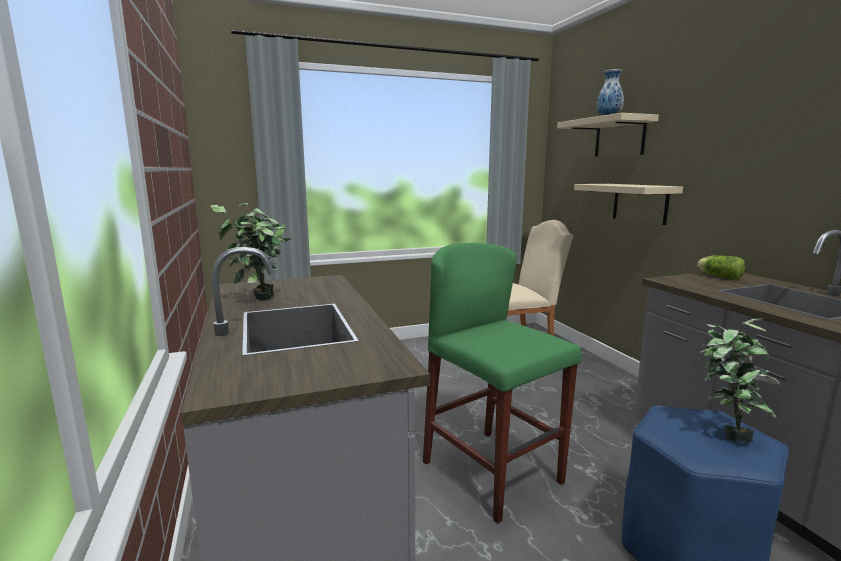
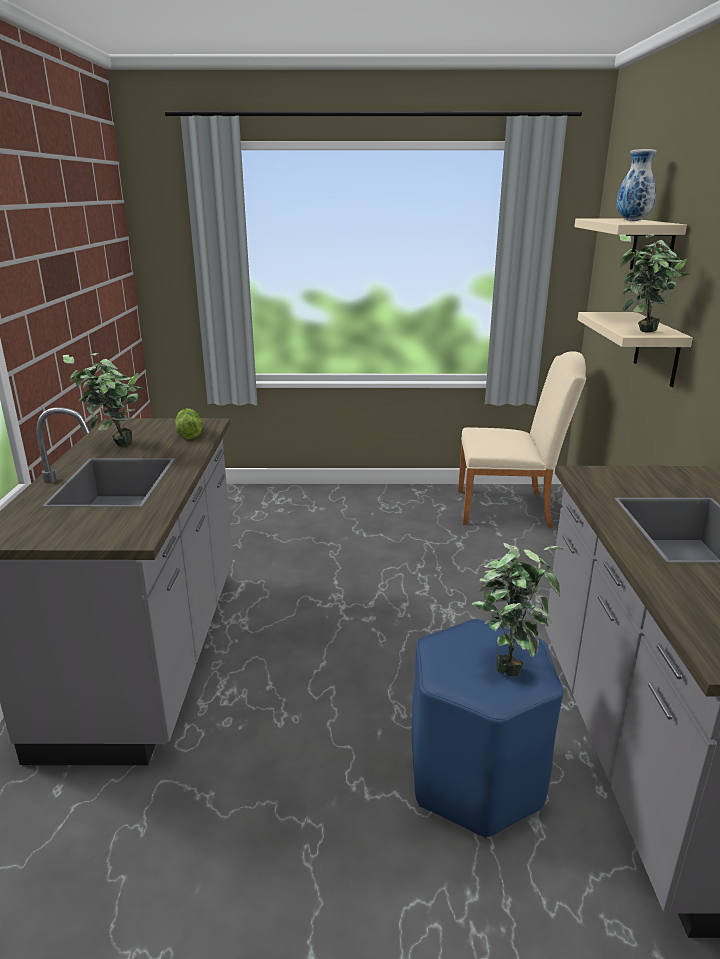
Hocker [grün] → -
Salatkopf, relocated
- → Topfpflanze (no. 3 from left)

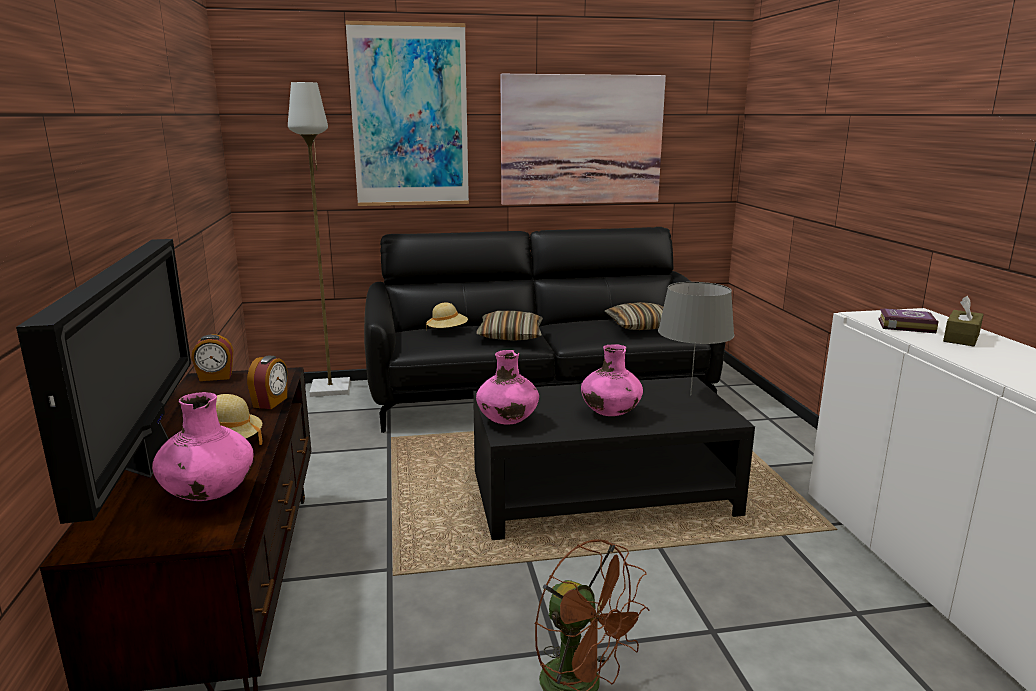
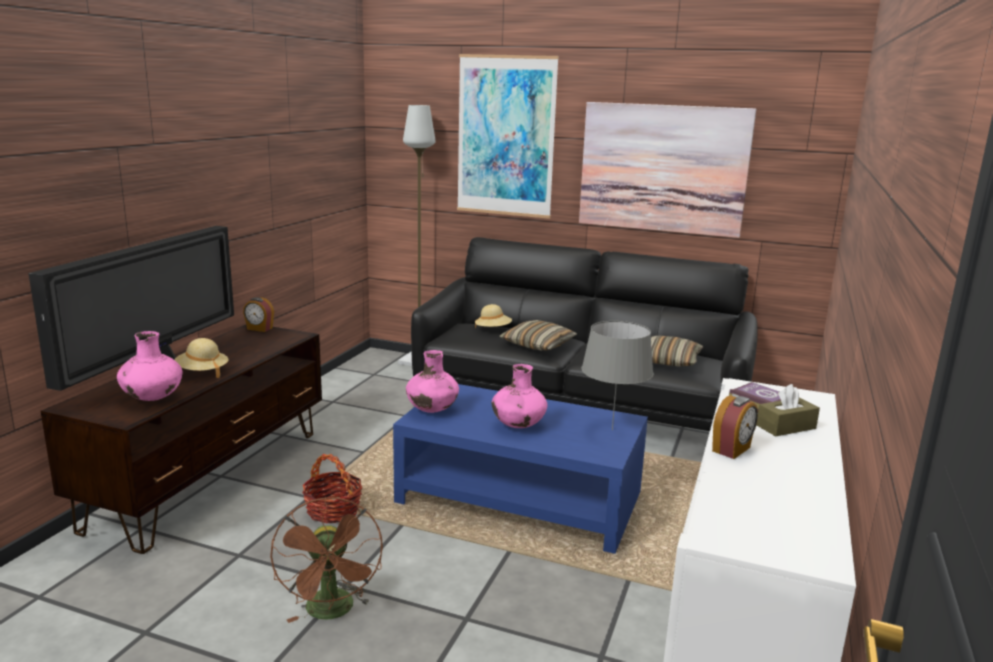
Wecker (no. 2 from left), relocated
Couchtisch [schwarz] → Couchtisch [blau]
- → Korb

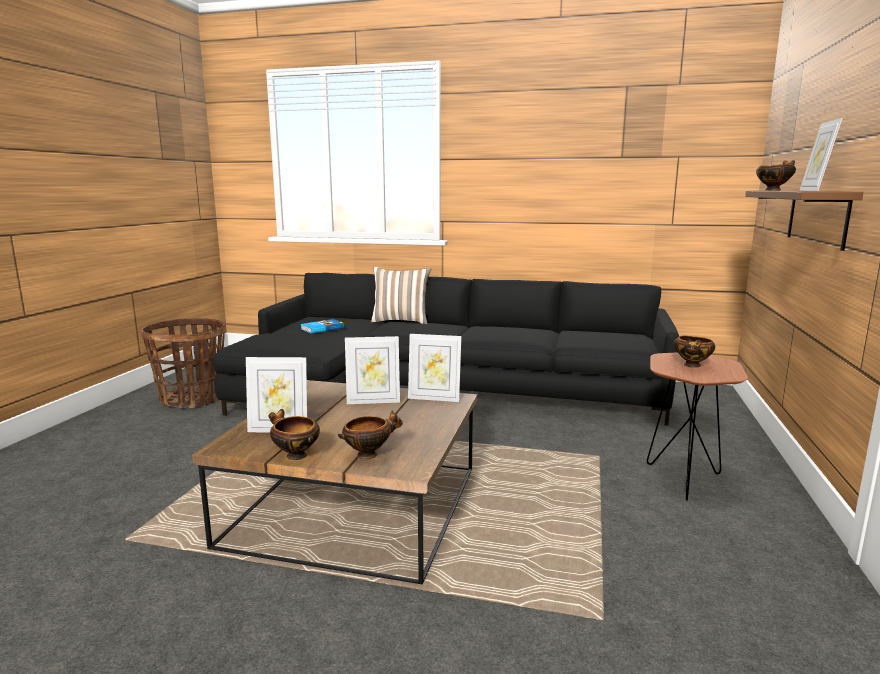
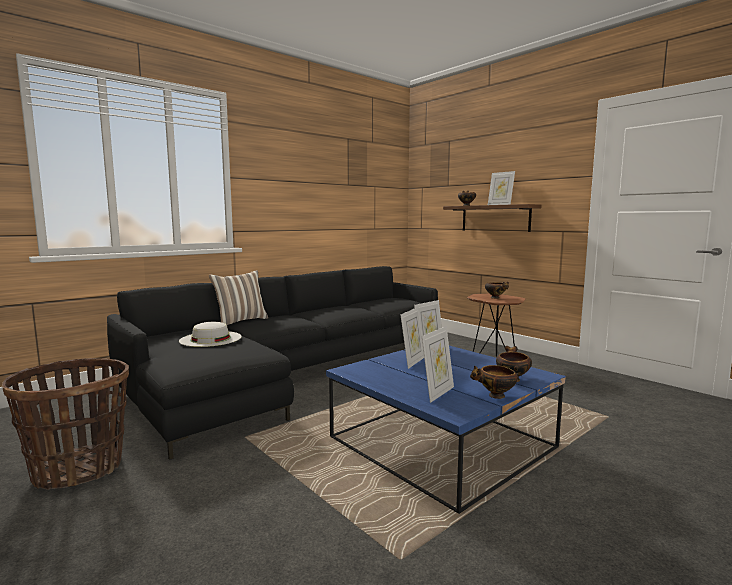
Buch → Hut [weiß]
Couchtisch [braun] → Couchtisch [blau]

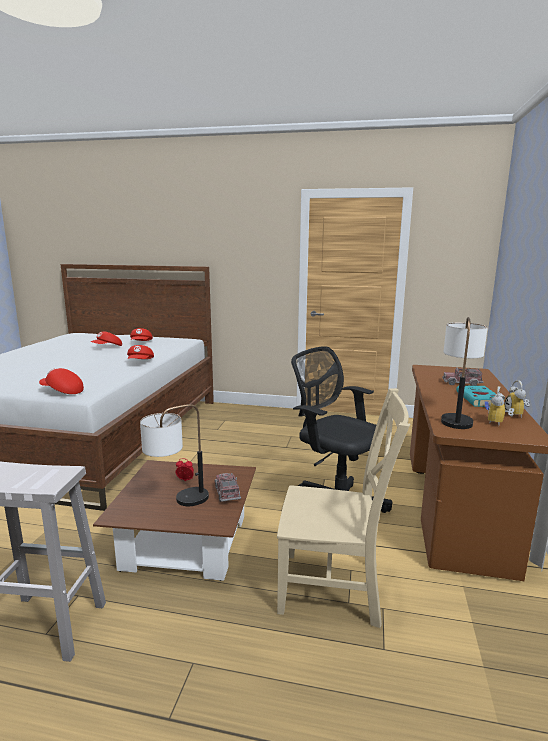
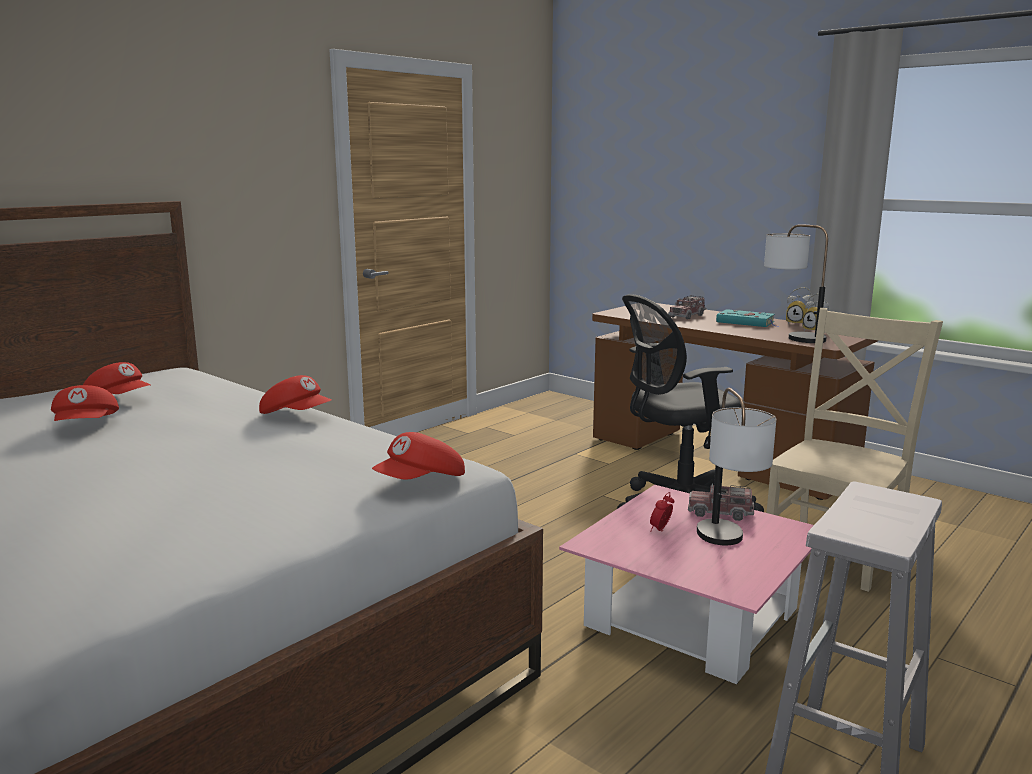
Couchtisch [braun] → Couchtisch [rosa]

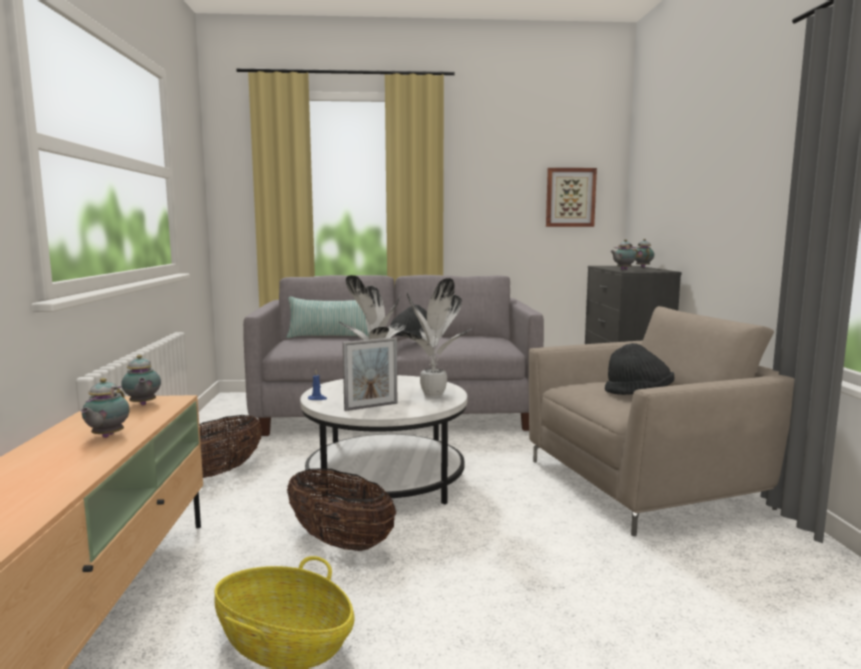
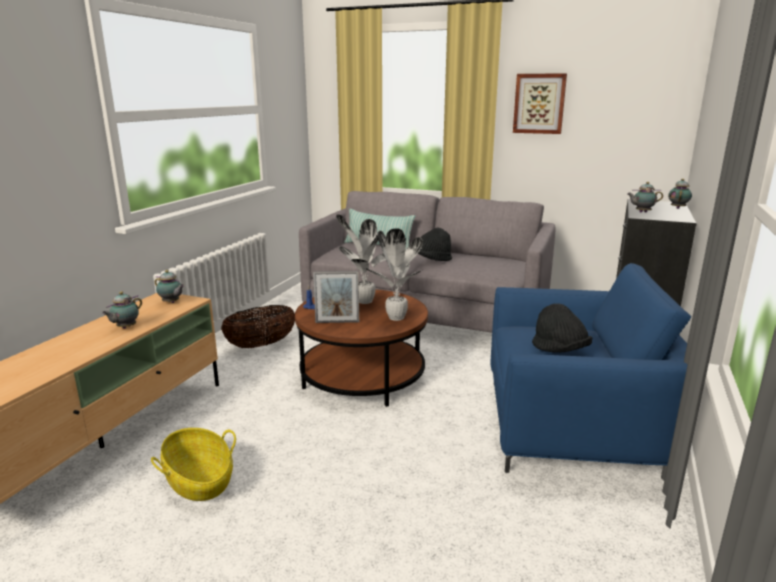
Bild, relocated
Sessel [beige] → Sessel [blau]
Teekanne (no. 2 from left), 60 degrees counterclockwise
Couchtisch [weiß] → Couchtisch [braun]
Korb (no. 3 from left) → -

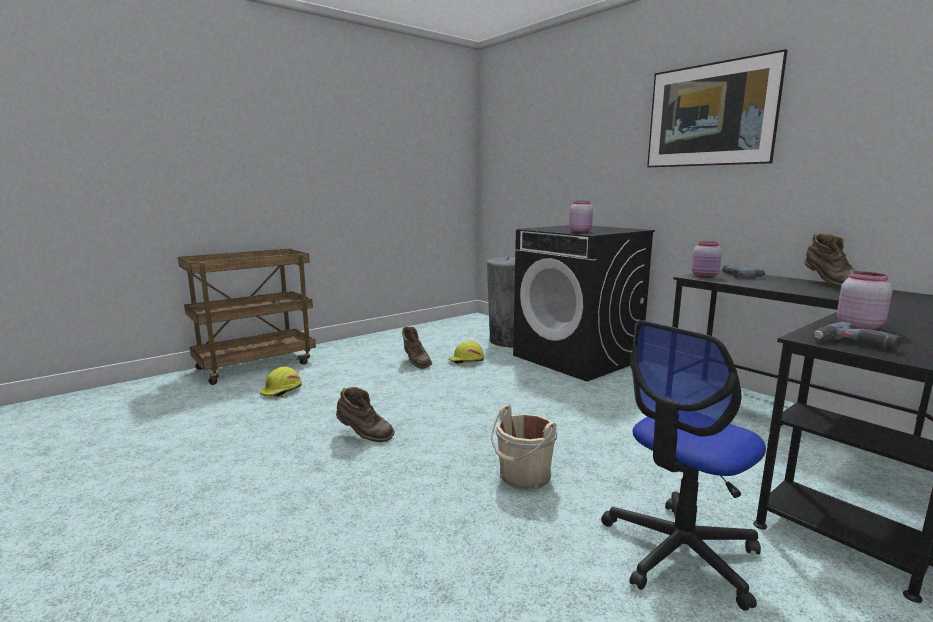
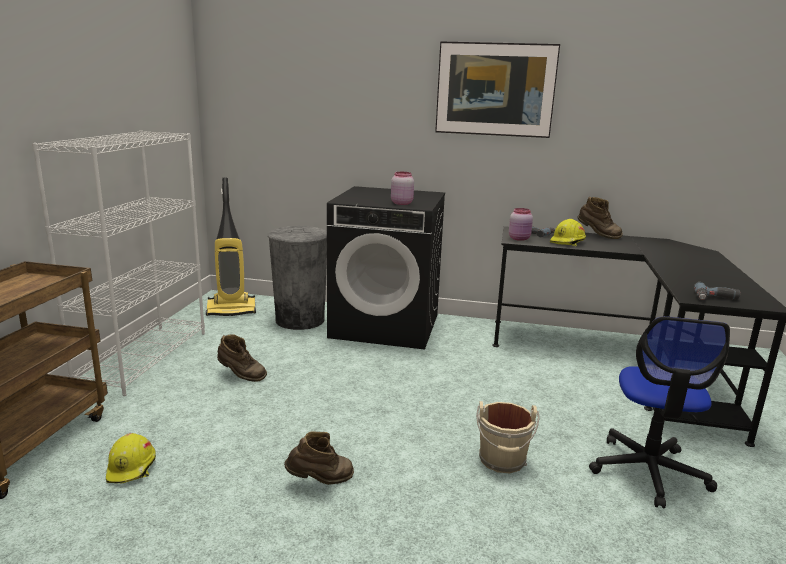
Vorratsglas [rosa] (no. 3 from left) → -
Schutzhelm [gelb] (no. 2 from left), relocated
- → Bücherregal [weiß]
- → Staubsauger

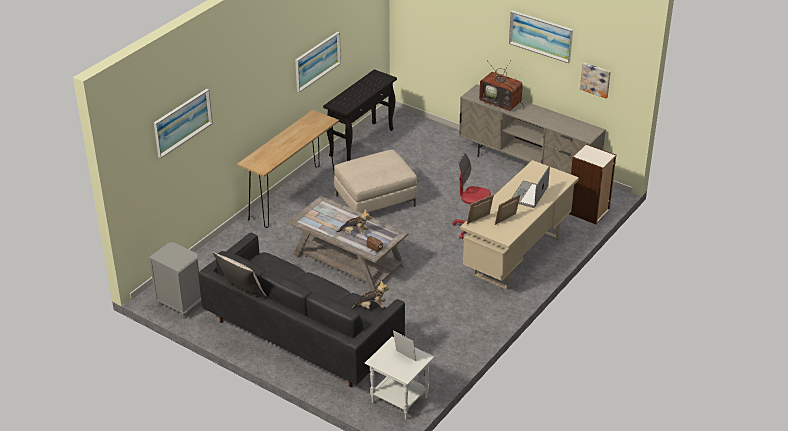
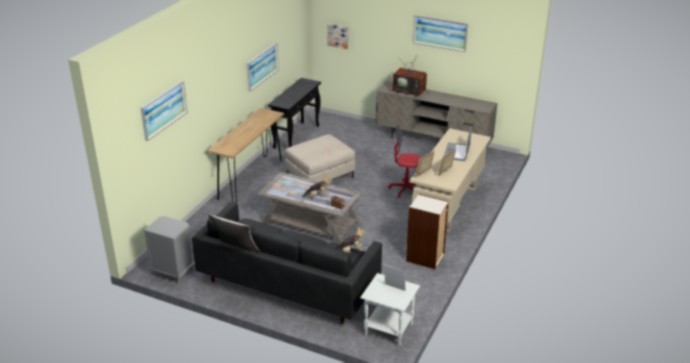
Bild (no. 4 from left in the first image) → Bild (no. 3 from left), relocated
Bücherregal, relocated

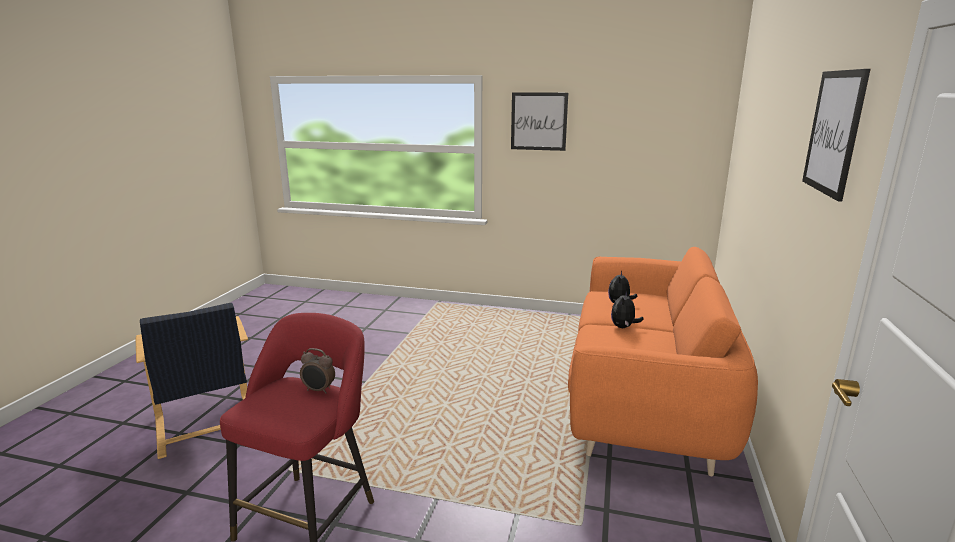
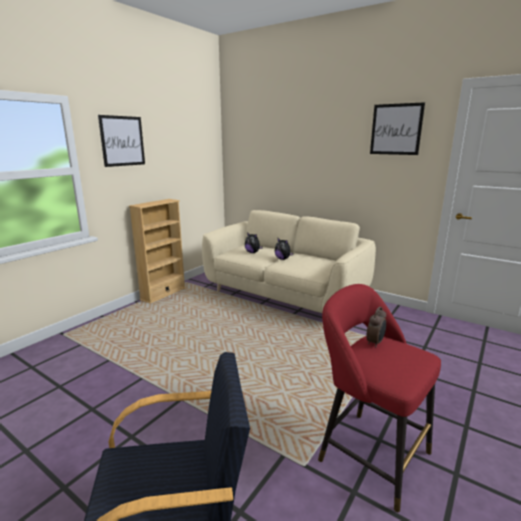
Sofa [orange] → Sofa [beige]
- → Bücherregal [beige]

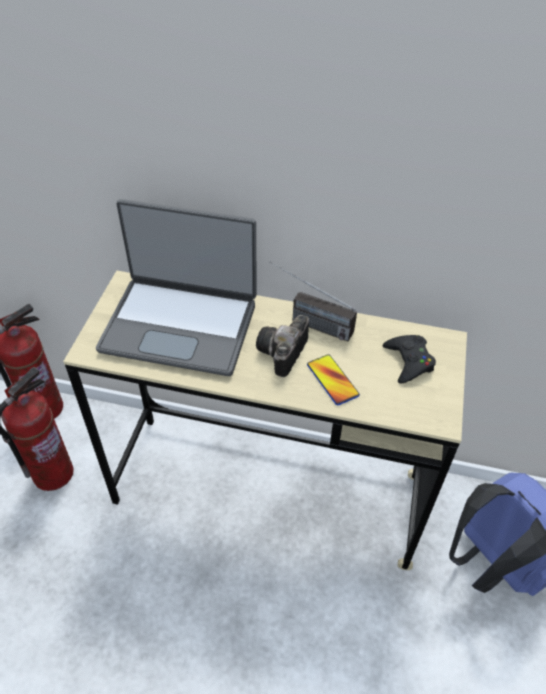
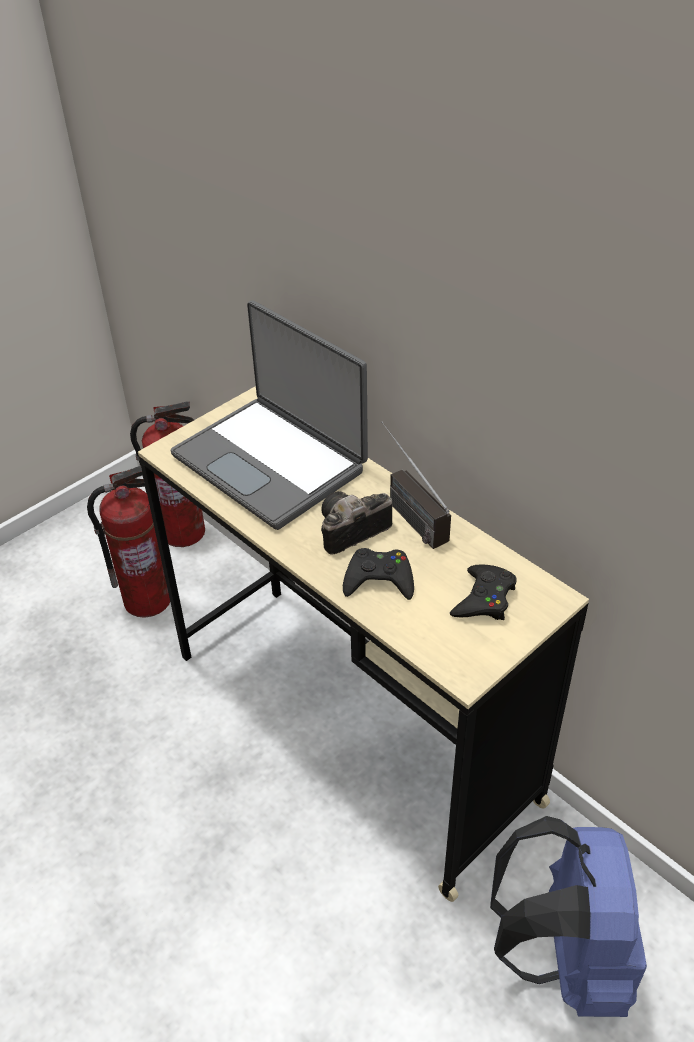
Handy → Gamepad [schwarz] (no. 1 from left)

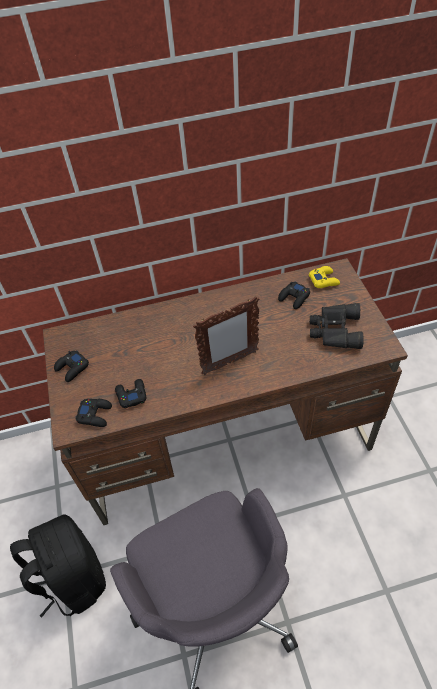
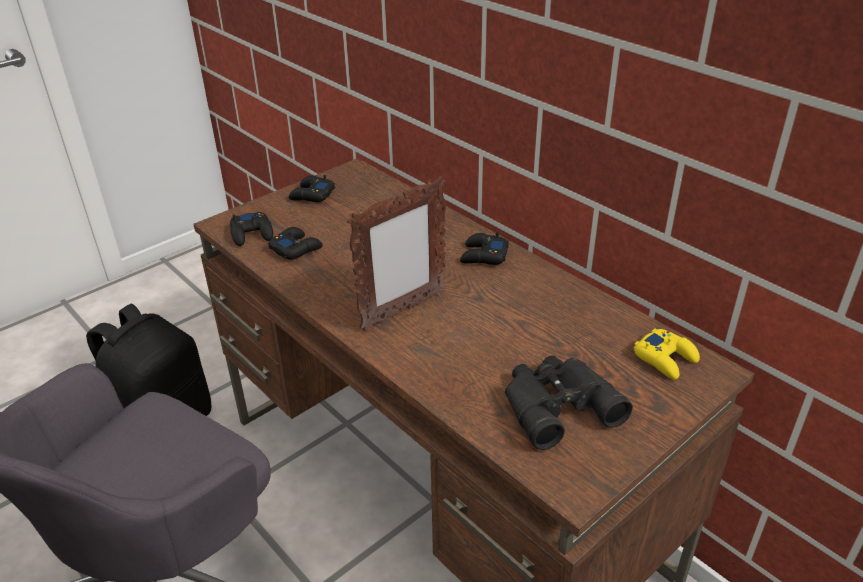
Gamepad [schwarz] (no. 4 from left), relocated
Bilderrahmen, 75 degrees counterclockwise

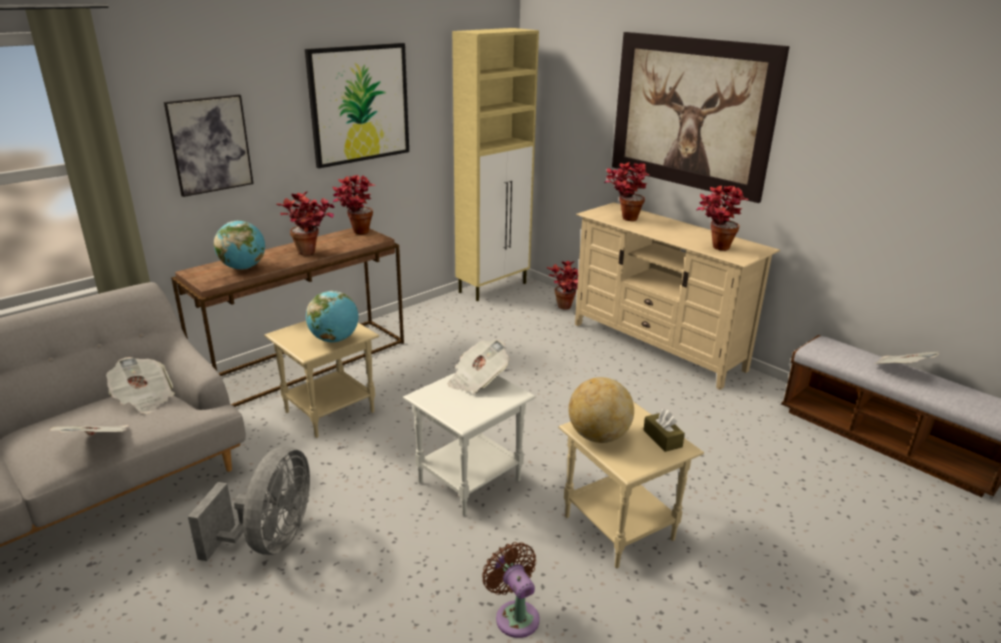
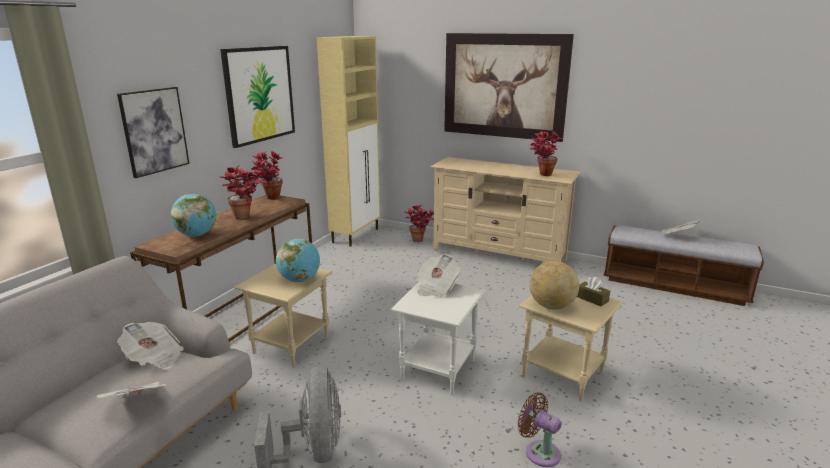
Topfpflanze (no. 4 from left) → -

